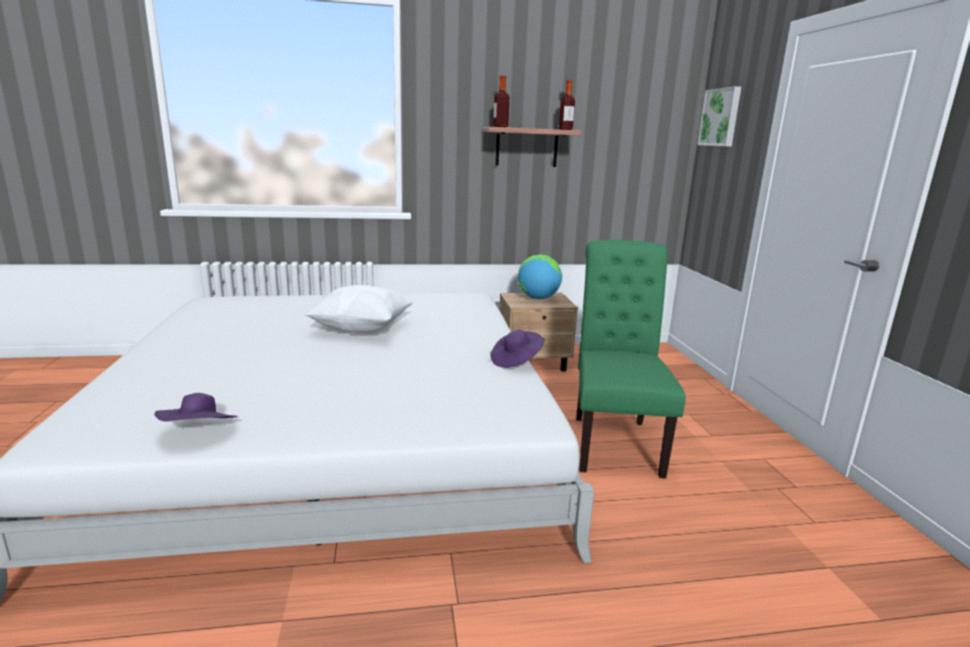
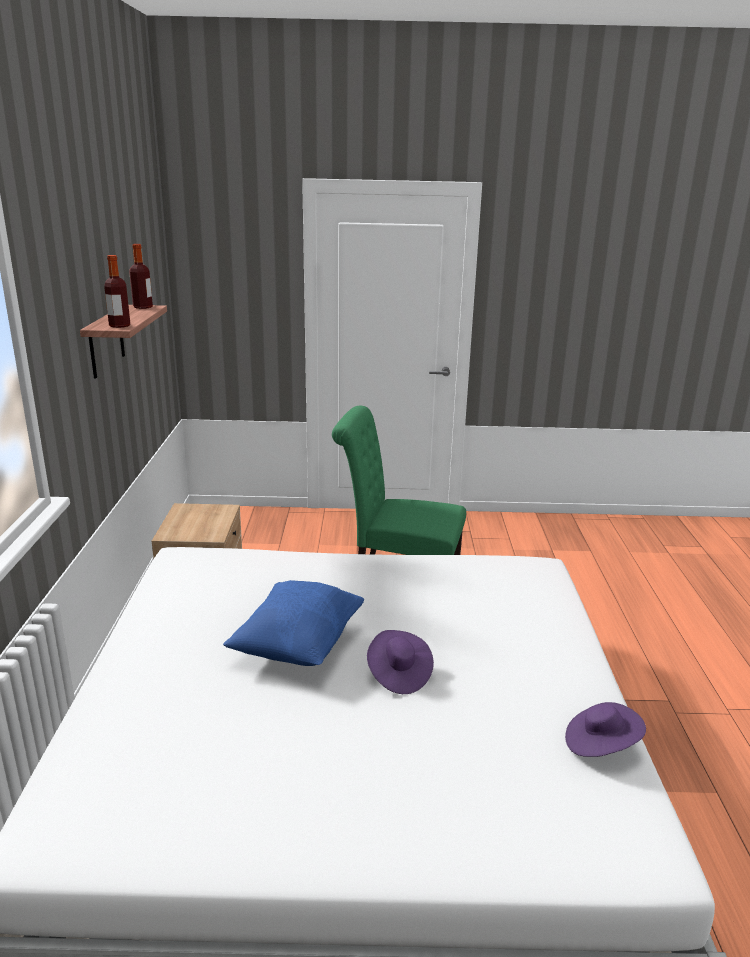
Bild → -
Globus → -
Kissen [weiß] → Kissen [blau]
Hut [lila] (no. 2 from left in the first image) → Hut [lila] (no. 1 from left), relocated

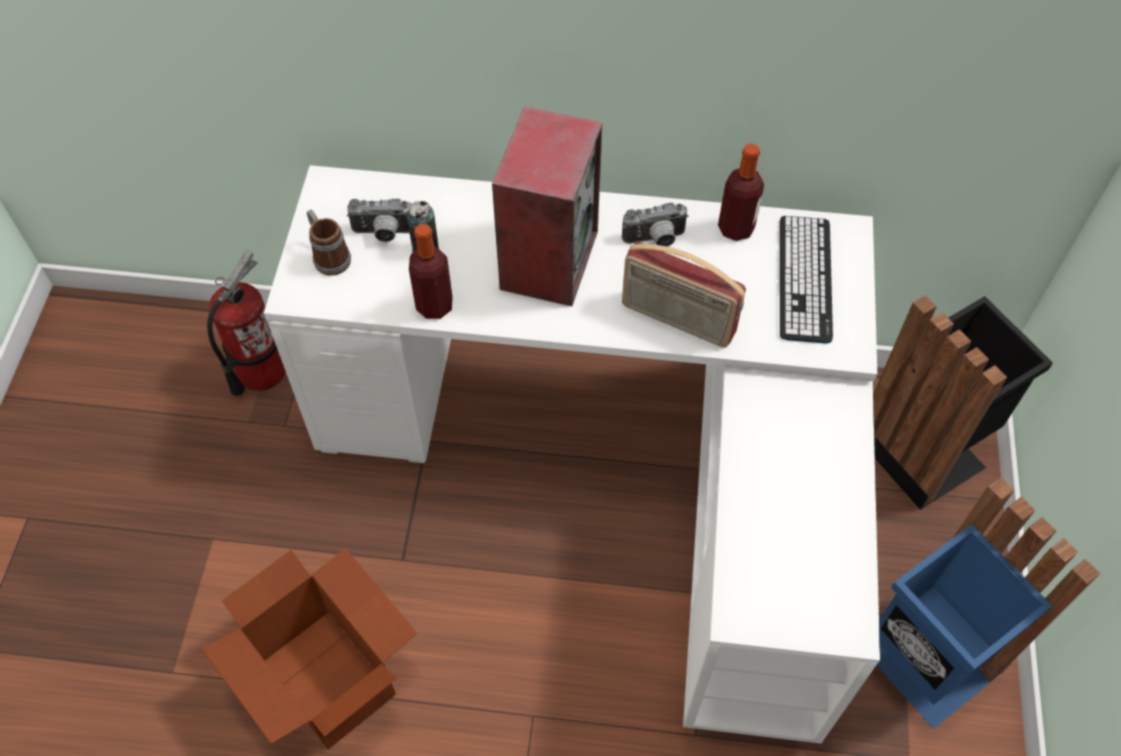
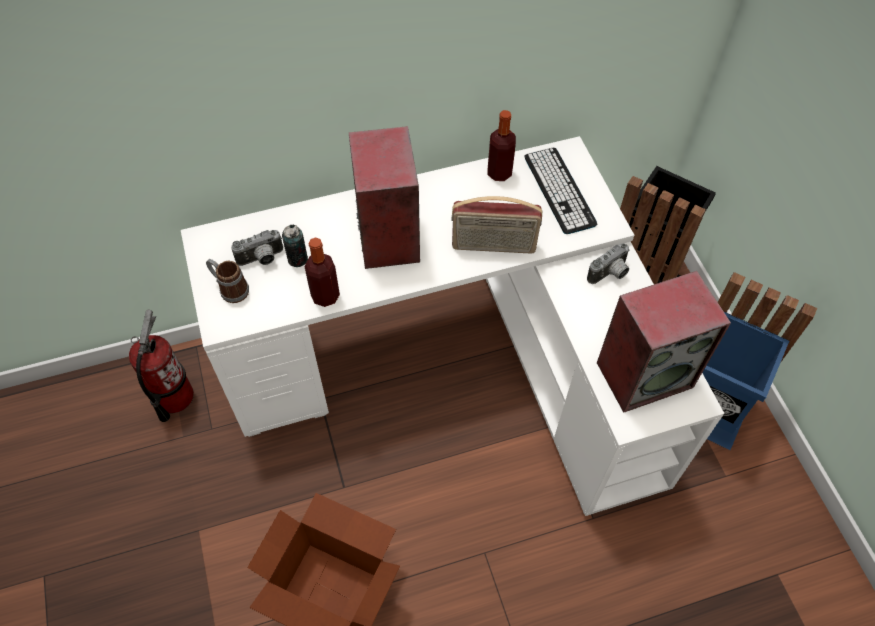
Kamera (no. 2 from left), relocated
- → Lautsprecher (no. 2 from left)

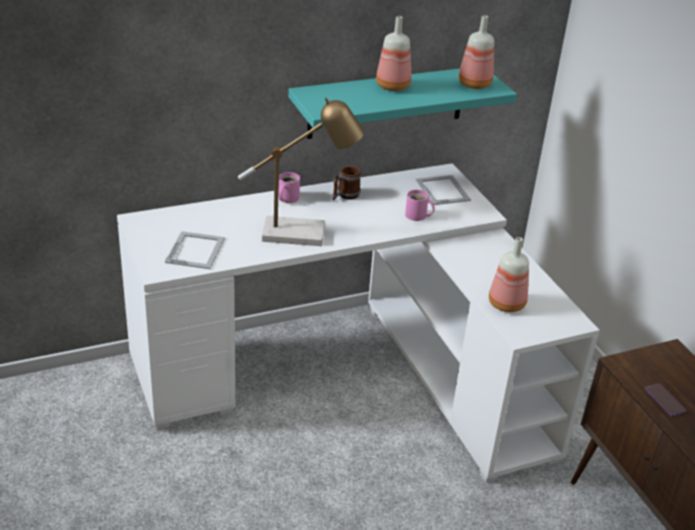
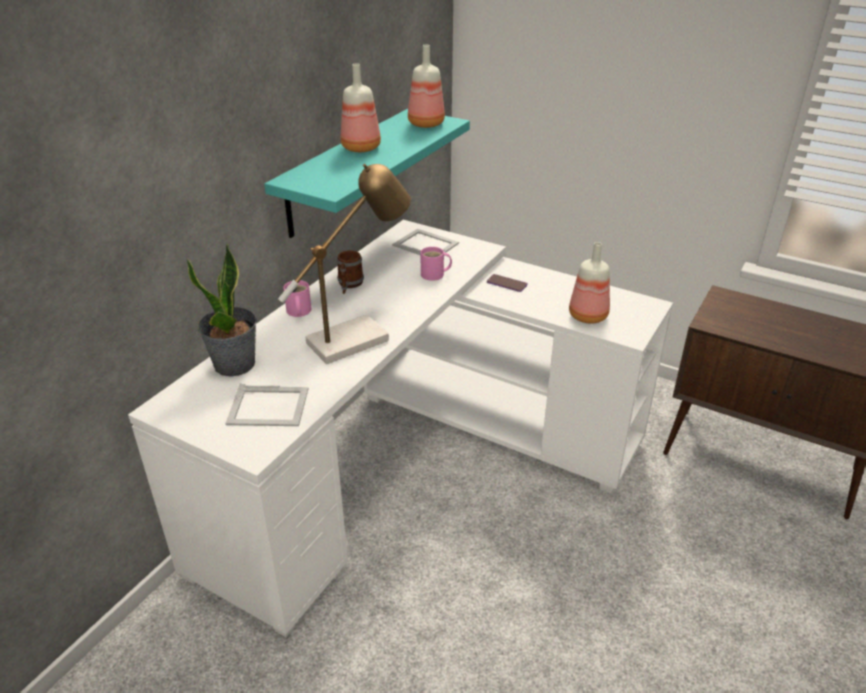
Bilderrahmen (no. 1 from left), 120 degrees clockwise
Handy, relocated
- → Topfpflanze

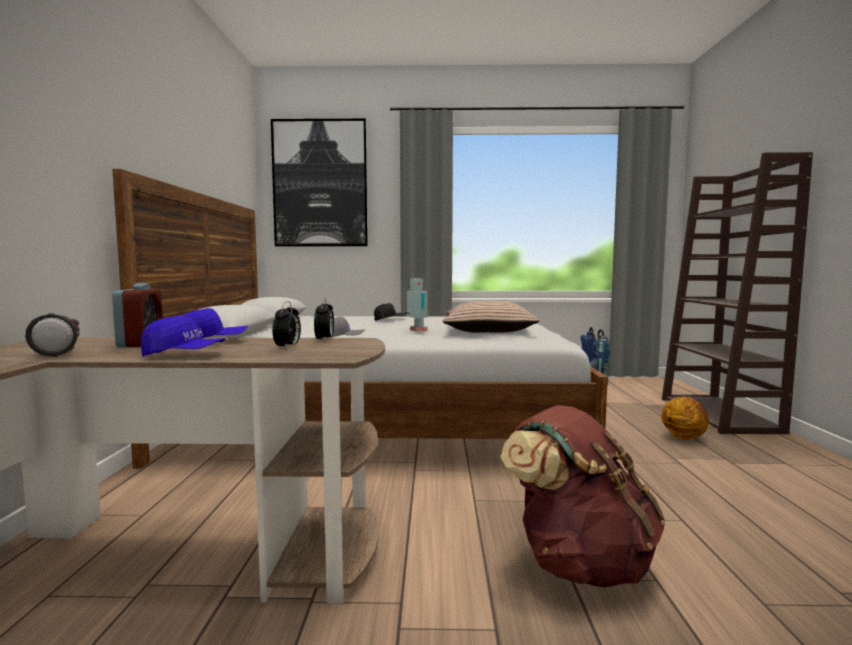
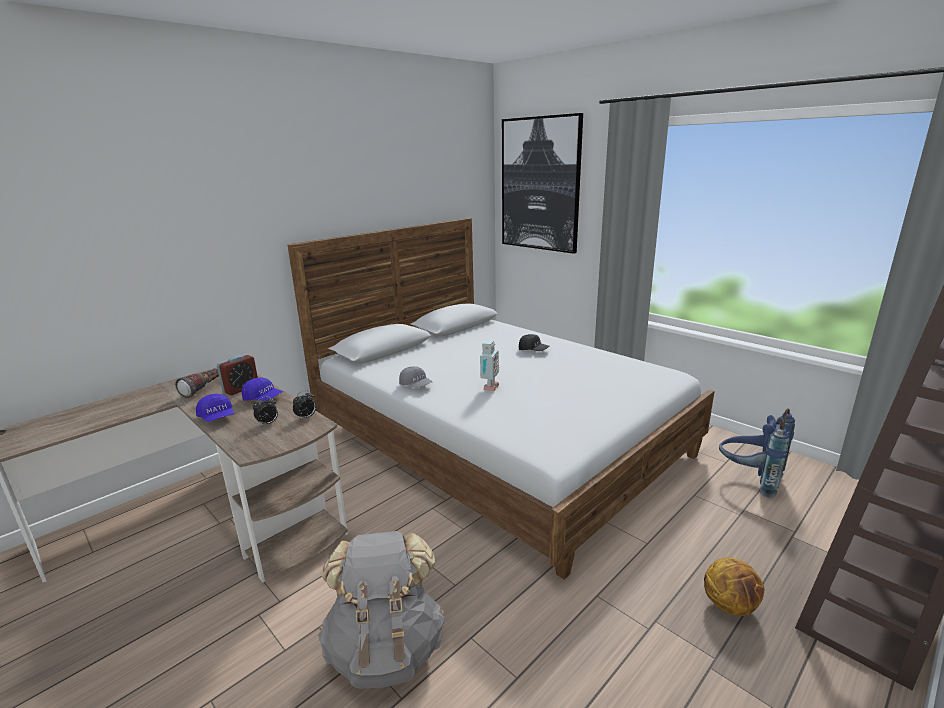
Kissen → -
Rucksack [braun] → Rucksack [grau]

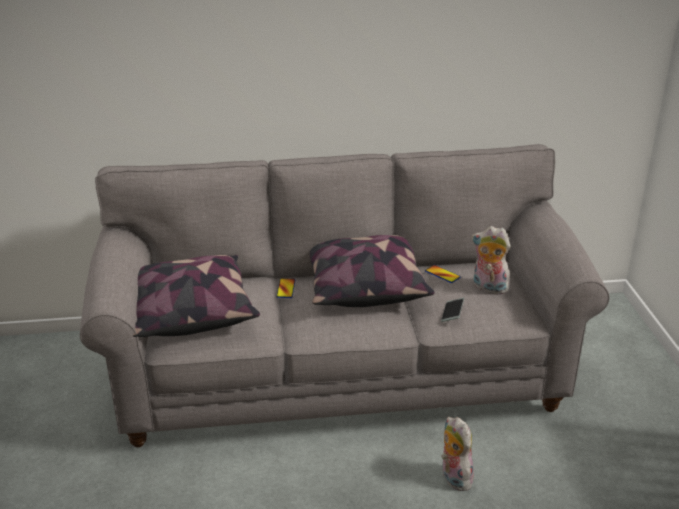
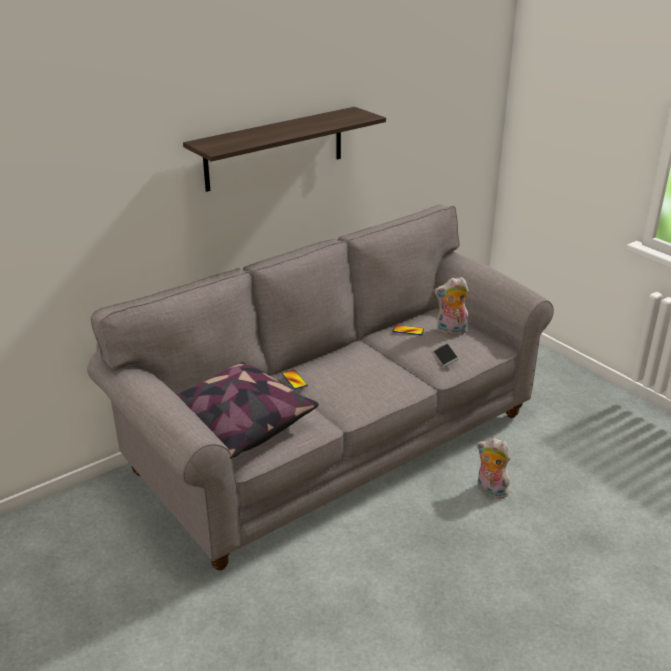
Kissen (no. 2 from left) → -
- → Wandregal

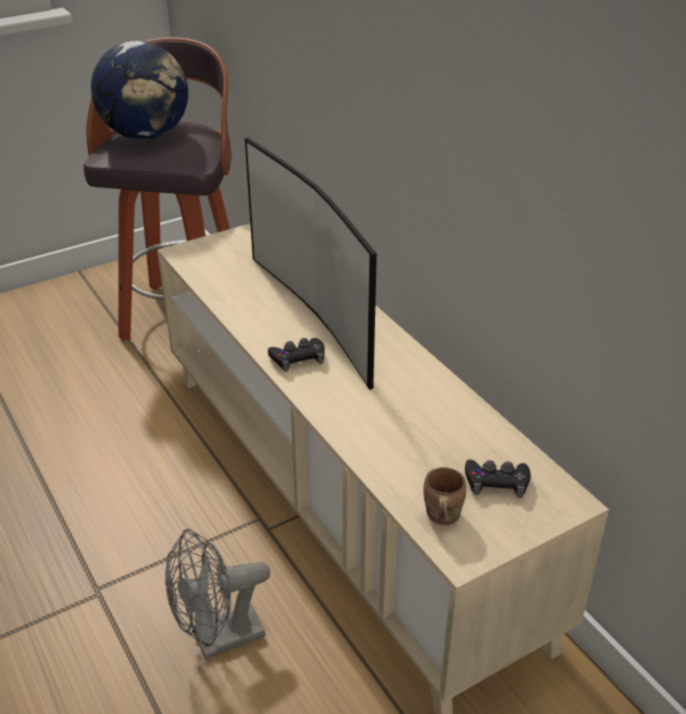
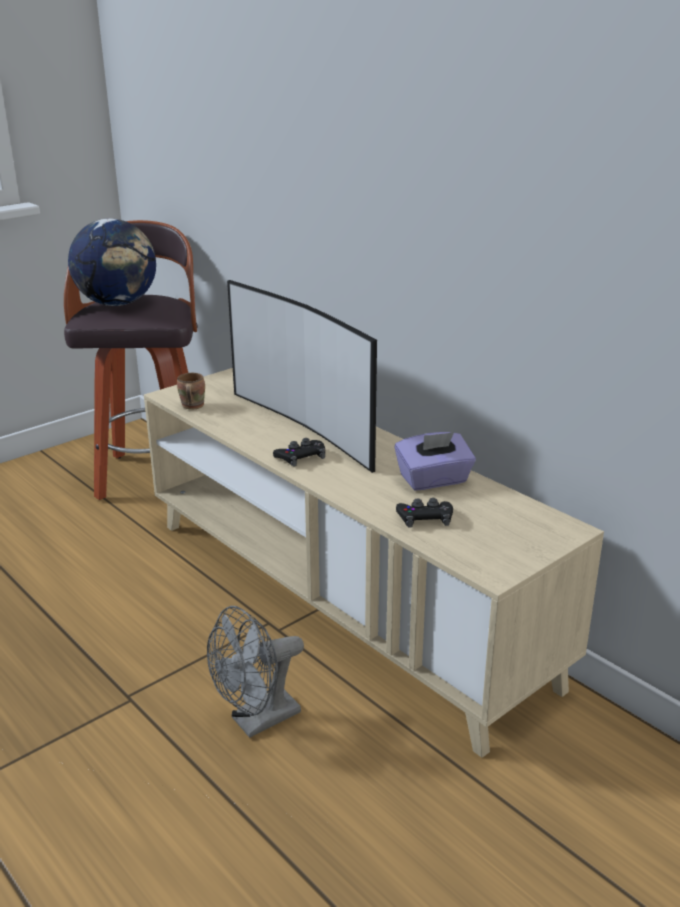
Gamepad [schwarz] (no. 2 from left), relocated
Henkelbecher [braun], relocated
- → Taschentuchbox [lila]

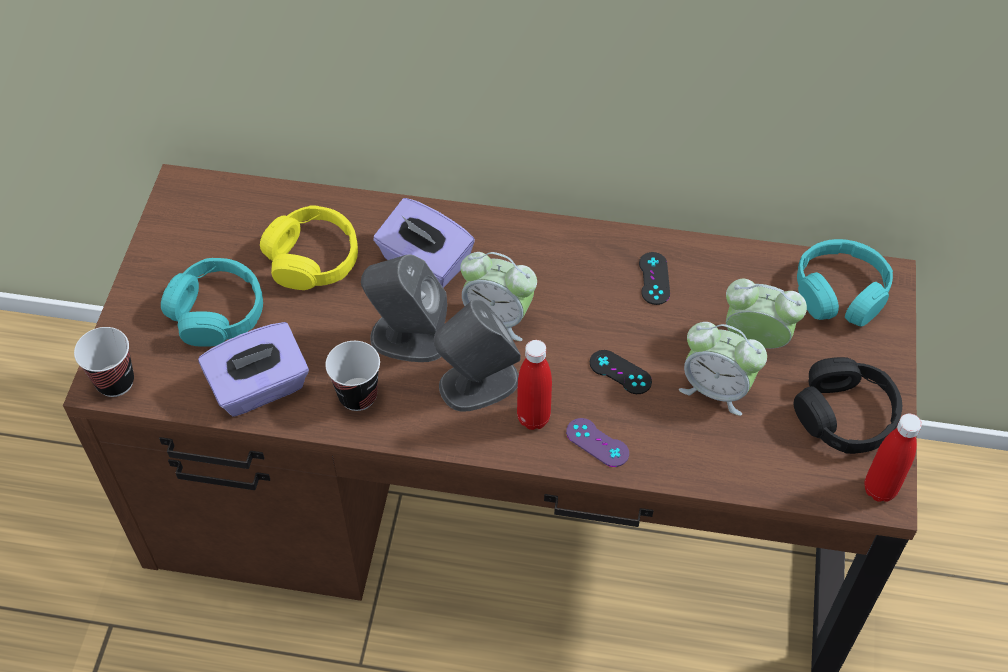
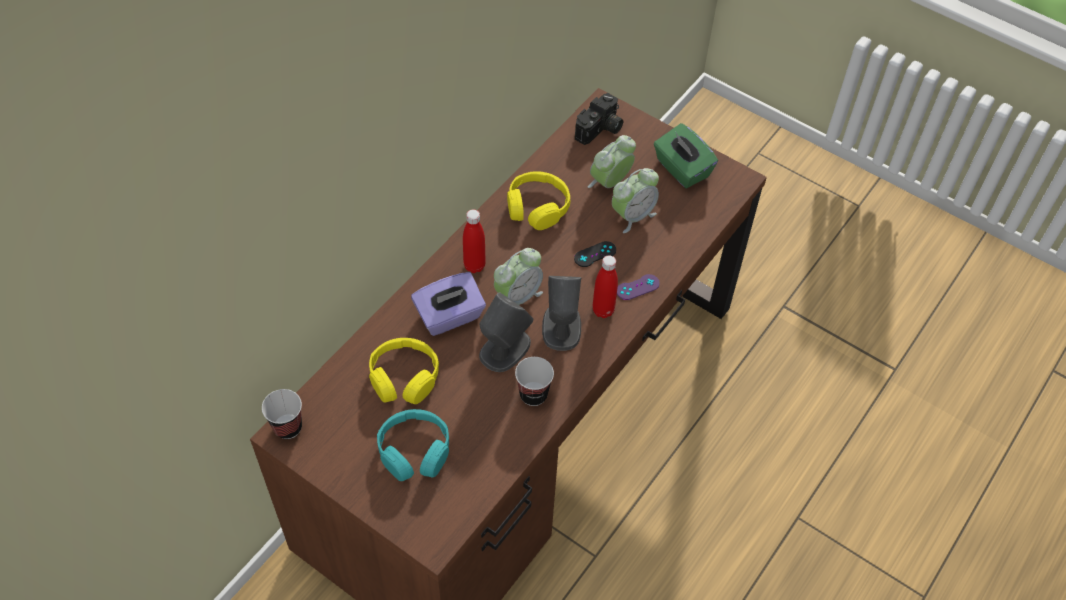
Kopfhörer [türkis] (no. 2 from left) → Kamera
Gamepad [schwarz] (no. 2 from left) → Kopfhörer [gelb] (no. 2 from left)
Taschentuchbox [lila] (no. 1 from left) → -
Tasse (no. 1 from left), relocated
Kopfhörer [schwarz] → Taschentuchbox [grün]
Flasche [rot] (no. 2 from left in the first image) → Flasche [rot] (no. 1 from left), relocated

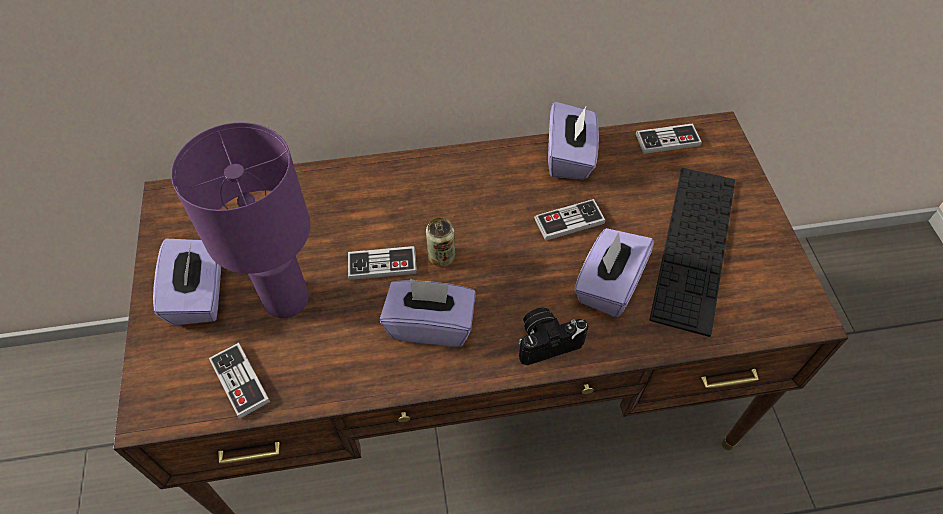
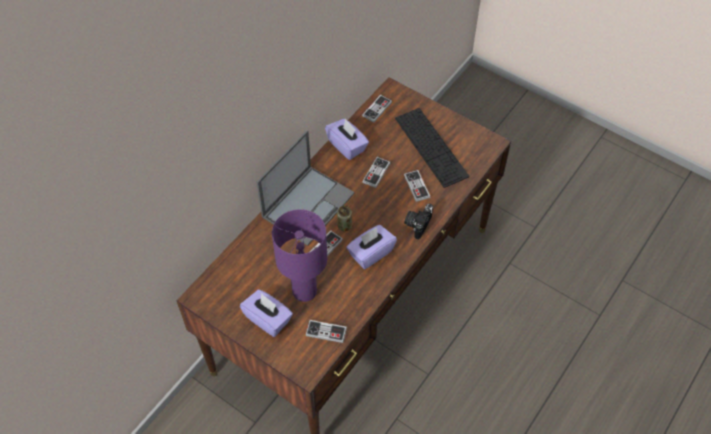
Taschentuchbox [lila] (no. 4 from left) → Gamepad (no. 5 from left)
- → Laptop

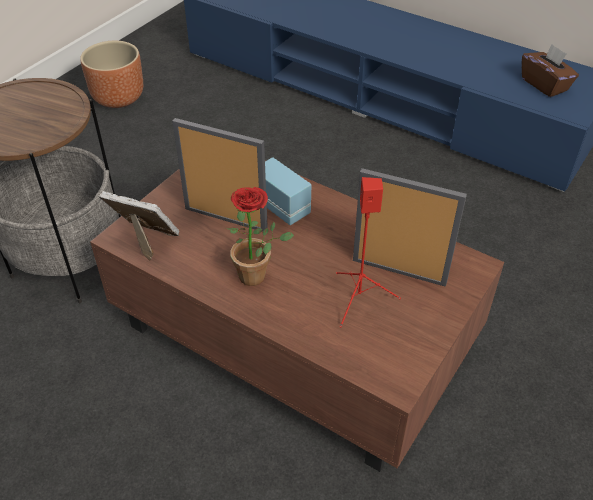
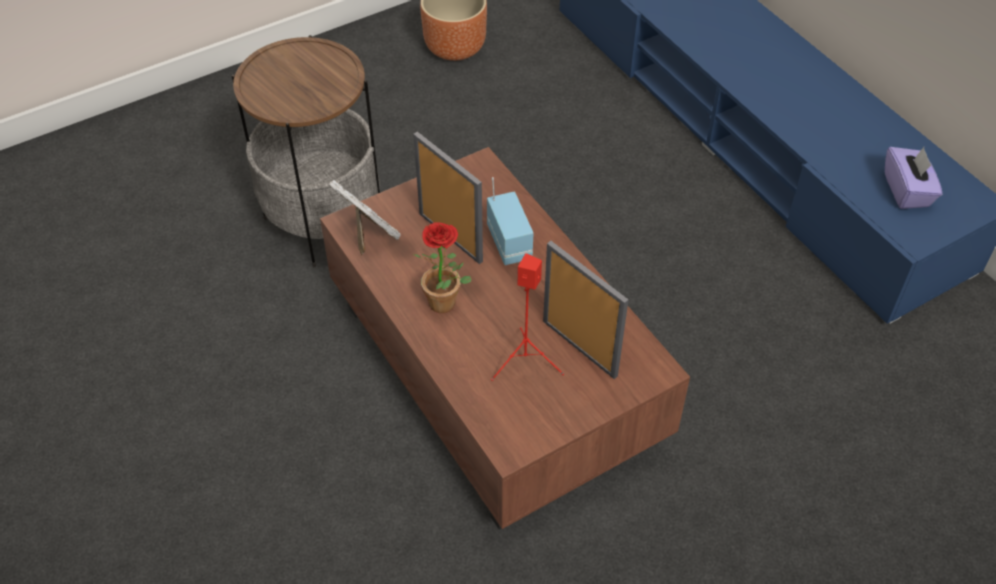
Taschentuchbox [braun] → Taschentuchbox [lila]

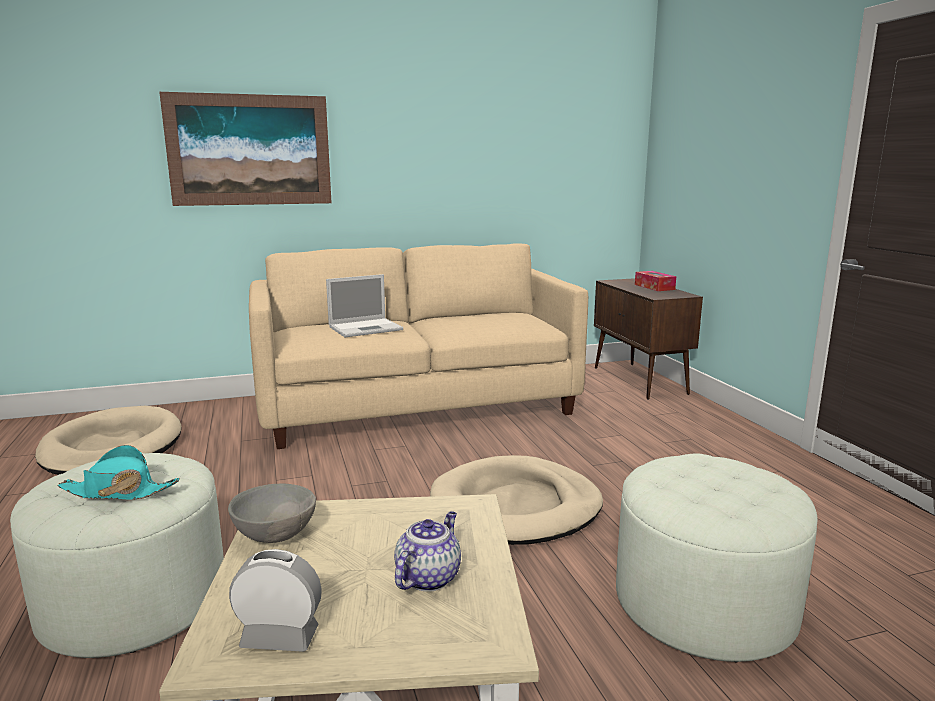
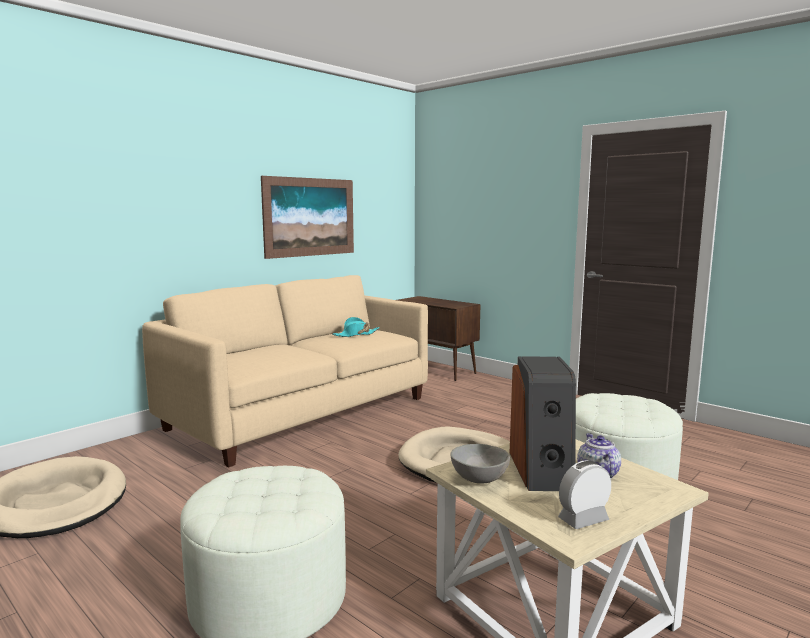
Bild, relocated
Taschentuchbox → -
Laptop → -
Hut [türkis], relocated
- → Lautsprecher

